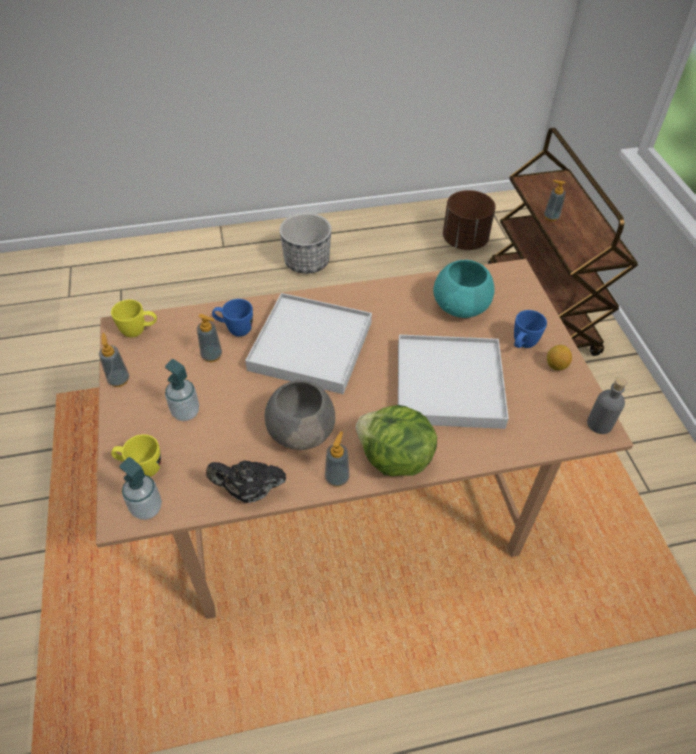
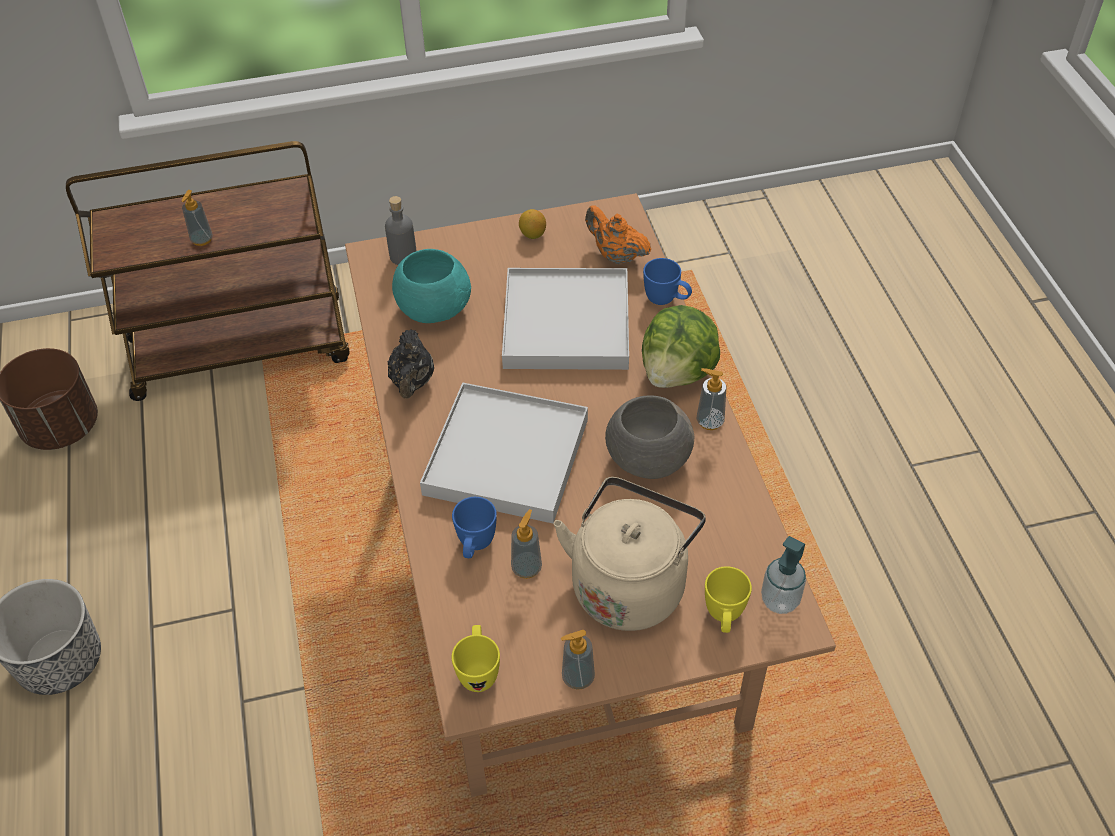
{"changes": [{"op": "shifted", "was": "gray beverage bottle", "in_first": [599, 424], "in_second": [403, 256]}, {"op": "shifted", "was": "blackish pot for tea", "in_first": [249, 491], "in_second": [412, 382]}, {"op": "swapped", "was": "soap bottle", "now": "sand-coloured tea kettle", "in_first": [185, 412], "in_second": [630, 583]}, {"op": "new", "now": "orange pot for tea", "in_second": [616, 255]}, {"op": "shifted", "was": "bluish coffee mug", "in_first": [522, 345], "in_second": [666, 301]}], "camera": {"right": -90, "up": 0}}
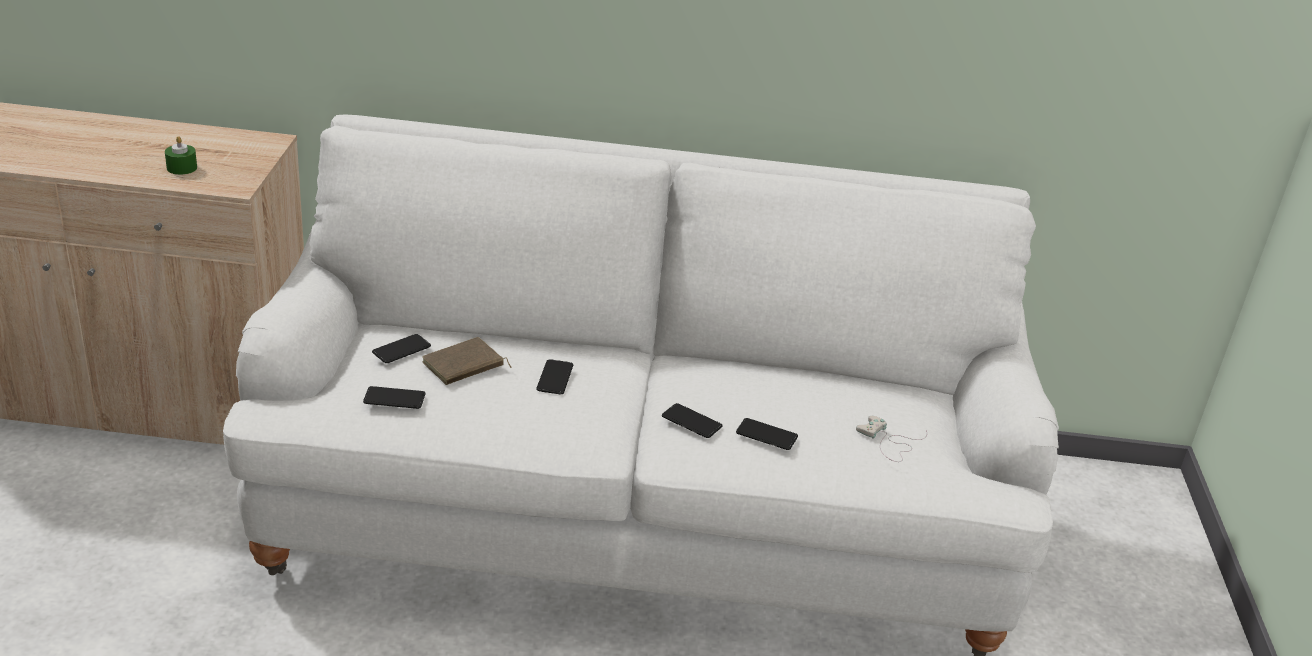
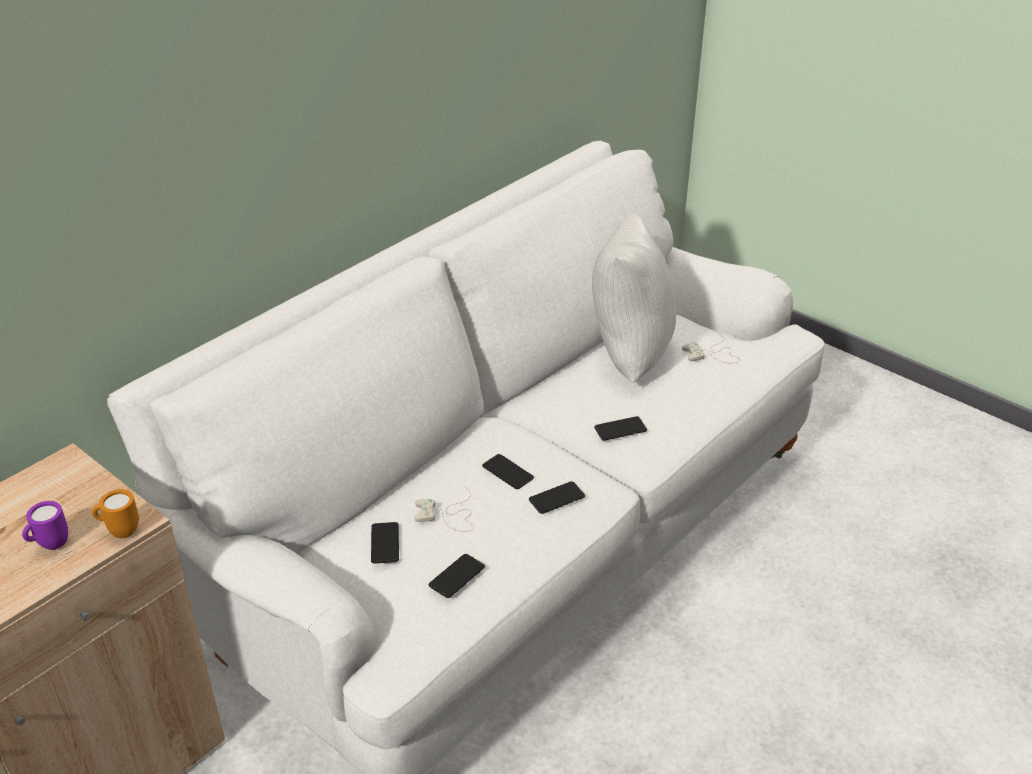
{"changes": [{"op": "swapped", "was": "green-coloured wax light", "now": "purplish coffee mug", "in_first": [182, 168], "in_second": [49, 545]}, {"op": "new", "now": "orange coffee mug", "in_second": [120, 531]}, {"op": "swapped", "was": "brown volume", "now": "white-coloured joypad", "in_first": [464, 366], "in_second": [448, 515]}, {"op": "shifted", "was": "handset", "in_first": [766, 435], "in_second": [556, 498]}, {"op": "new", "now": "white-coloured cushion", "in_second": [627, 354]}], "camera": {"right": -50, "up": 5}}
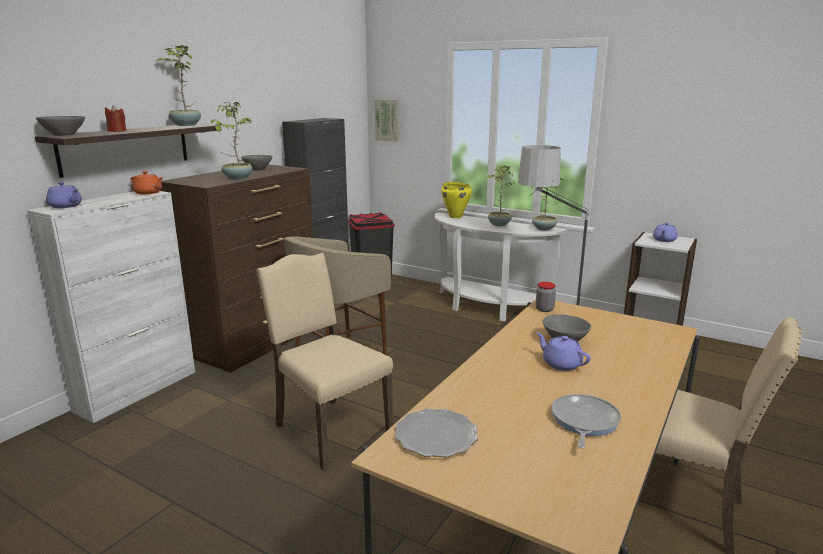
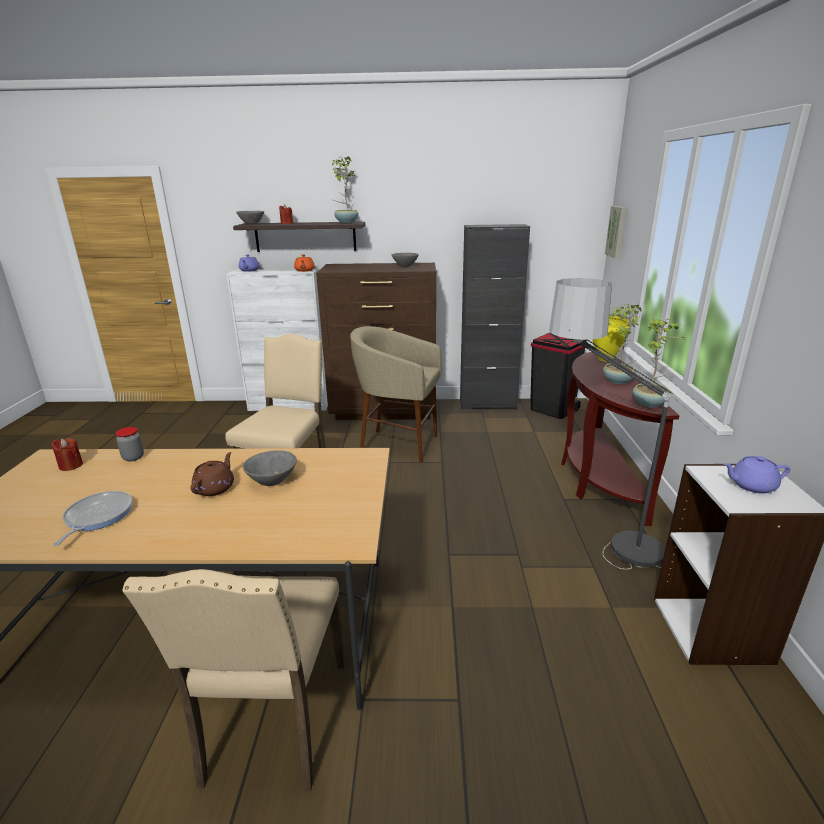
{"changes": [{"op": "swapped", "was": "plate", "now": "red-coloured wax light", "in_first": [436, 436], "in_second": [71, 465]}, {"op": "rotated", "was": "skillet", "in_first": [583, 421], "in_second": [97, 517], "clockwise": -75}, {"op": "shifted", "was": "storage jar", "in_first": [544, 309], "in_second": [133, 457]}, {"op": "repainted", "was": "purplish pot for tea", "now": "brown pot for tea", "in_first": [561, 364], "in_second": [215, 488]}, {"op": "repainted", "was": "white-coloured narrow table", "now": "brown narrow table", "in_first": [487, 308], "in_second": [597, 479]}, {"op": "gone", "was": "houseplant", "in_first": [237, 178]}], "camera": {"right": 60, "up": 5}}
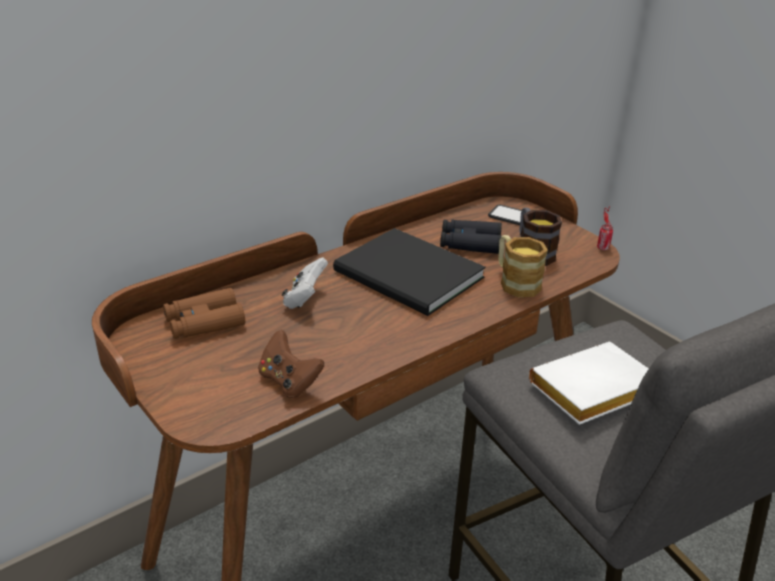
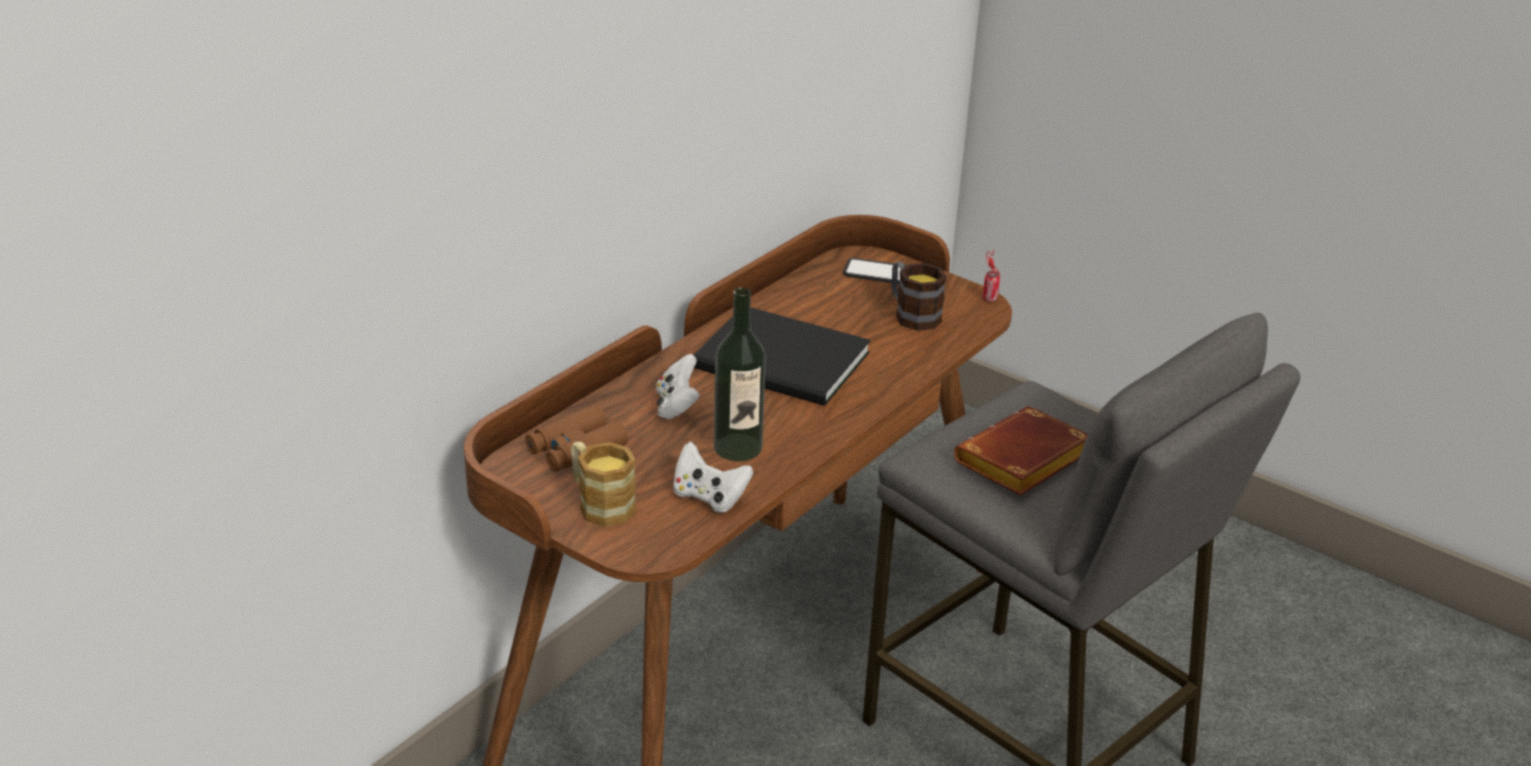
{"changes": [{"op": "shifted", "was": "coffee mug", "in_first": [515, 282], "in_second": [600, 503]}, {"op": "repainted", "was": "brown joypad", "now": "white-coloured joypad", "in_first": [289, 381], "in_second": [709, 497]}, {"op": "new", "now": "beverage bottle", "in_second": [738, 447]}, {"op": "repainted", "was": "white-coloured volume", "now": "brown volume", "in_first": [592, 393], "in_second": [1022, 463]}, {"op": "gone", "was": "blackish field glasses", "in_first": [470, 243]}], "camera": {"right": -15, "up": 0}}
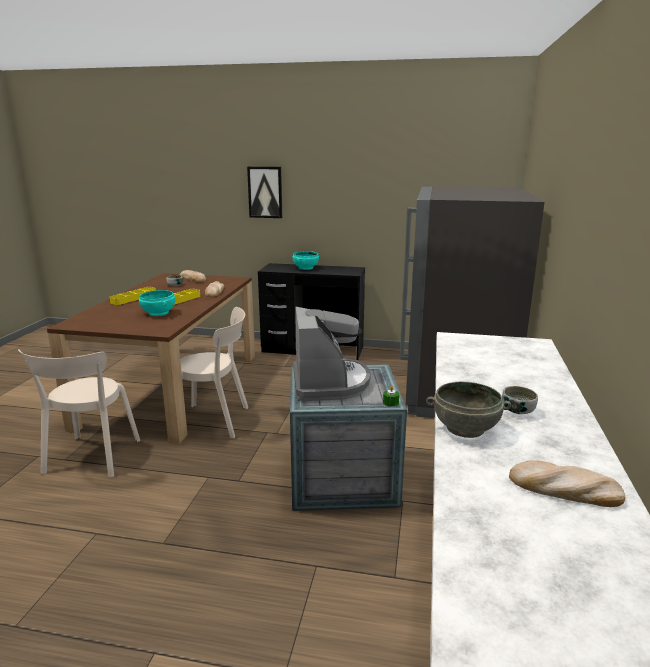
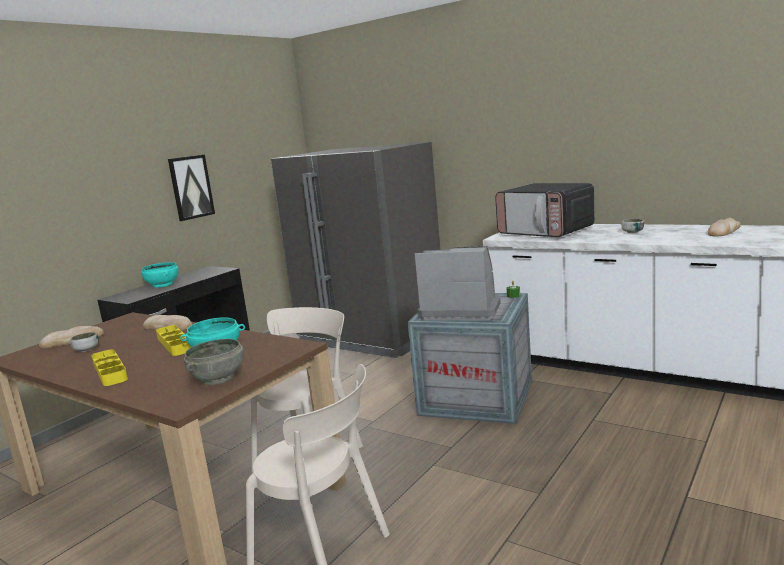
{"changes": [{"op": "shifted", "was": "wall art", "in_first": [265, 192], "in_second": [191, 187]}, {"op": "shifted", "was": "gray serving bowl", "in_first": [465, 429], "in_second": [218, 378]}, {"op": "new", "now": "microwave oven", "in_second": [546, 231]}], "camera": {"right": -65, "up": -5}}
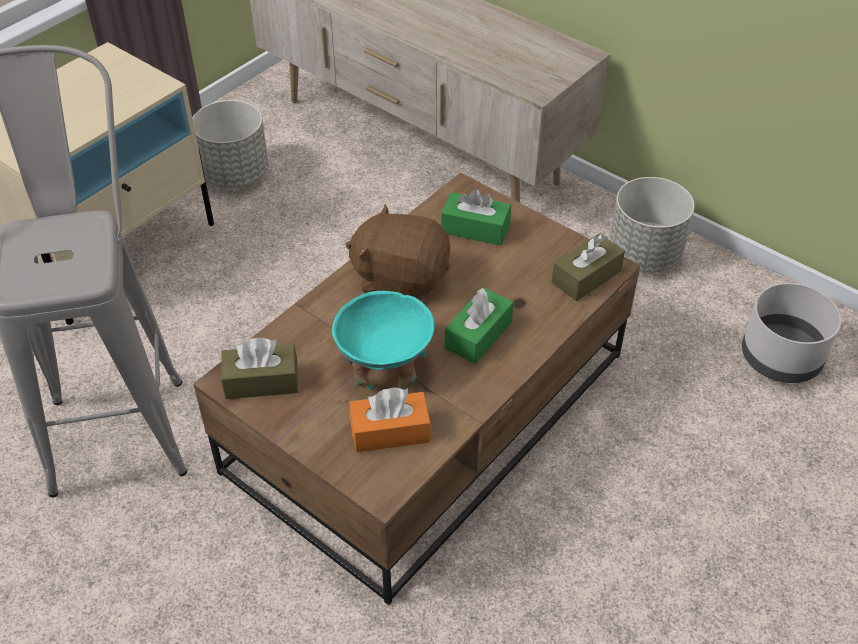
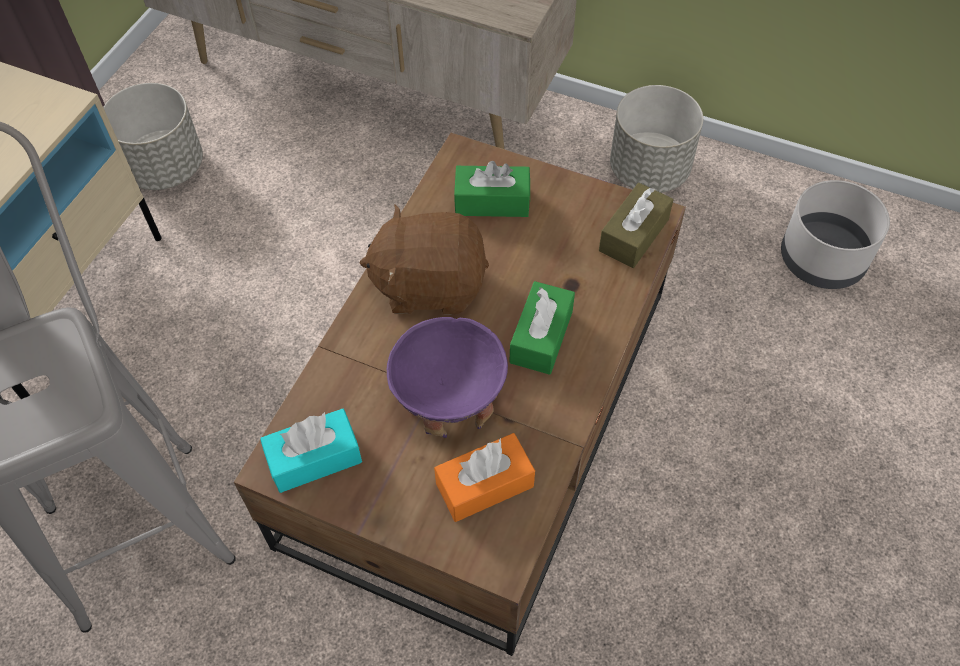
{"changes": [{"op": "repainted", "was": "brown box of tissues", "now": "blue-green box of tissues", "in_first": [261, 381], "in_second": [314, 458]}, {"op": "repainted", "was": "blue-green serving bowl", "now": "purplish serving bowl", "in_first": [385, 364], "in_second": [449, 400]}], "camera": {"right": -15, "up": 10}}
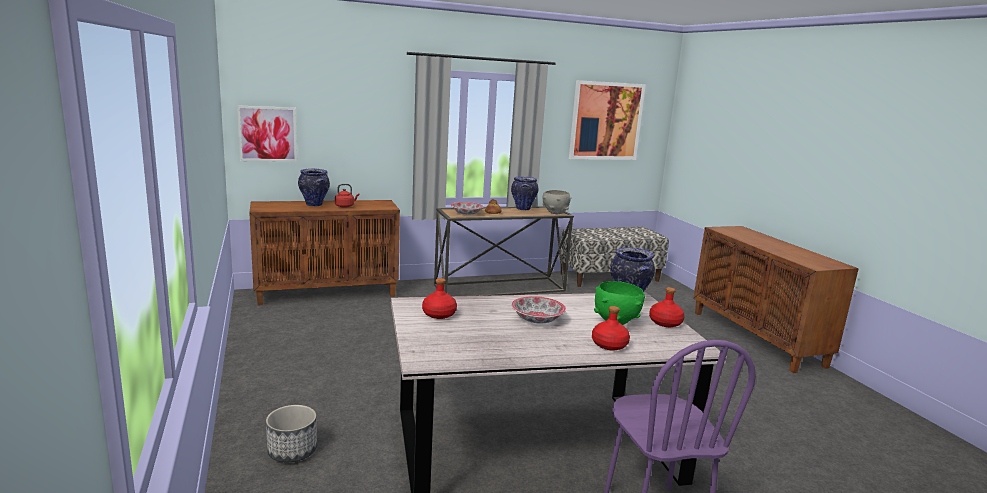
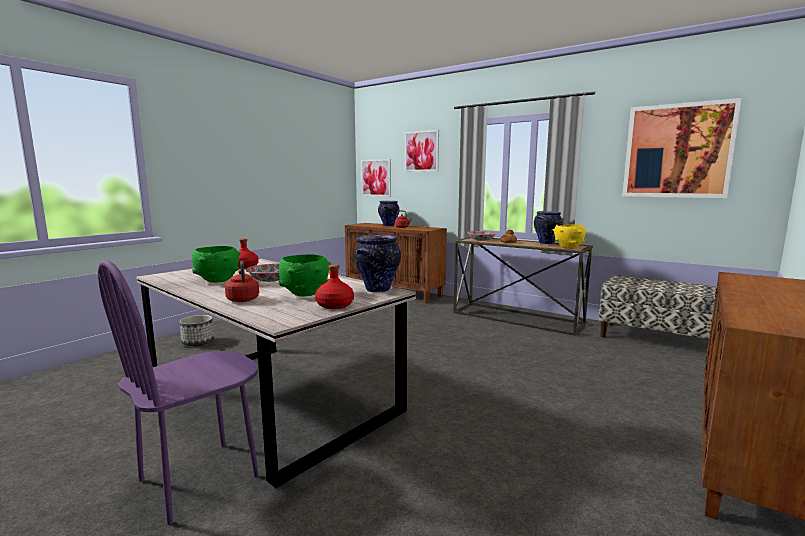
{"changes": [{"op": "new", "now": "green-coloured serving bowl", "in_second": [217, 281]}, {"op": "swapped", "was": "red-coloured beverage bottle", "now": "red-coloured tea kettle", "in_first": [609, 345], "in_second": [243, 299]}, {"op": "new", "now": "wall art", "in_second": [421, 151]}, {"op": "repainted", "was": "gray serving bowl", "now": "yellow-coloured serving bowl", "in_first": [555, 213], "in_second": [568, 248]}], "camera": {"right": 55, "up": -5}}
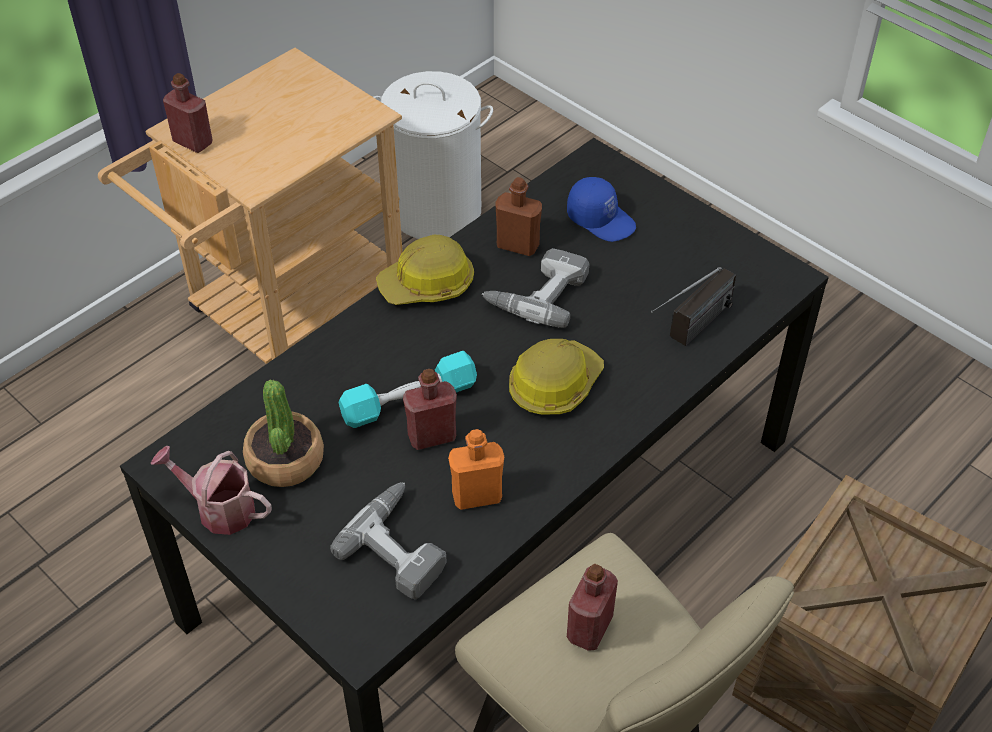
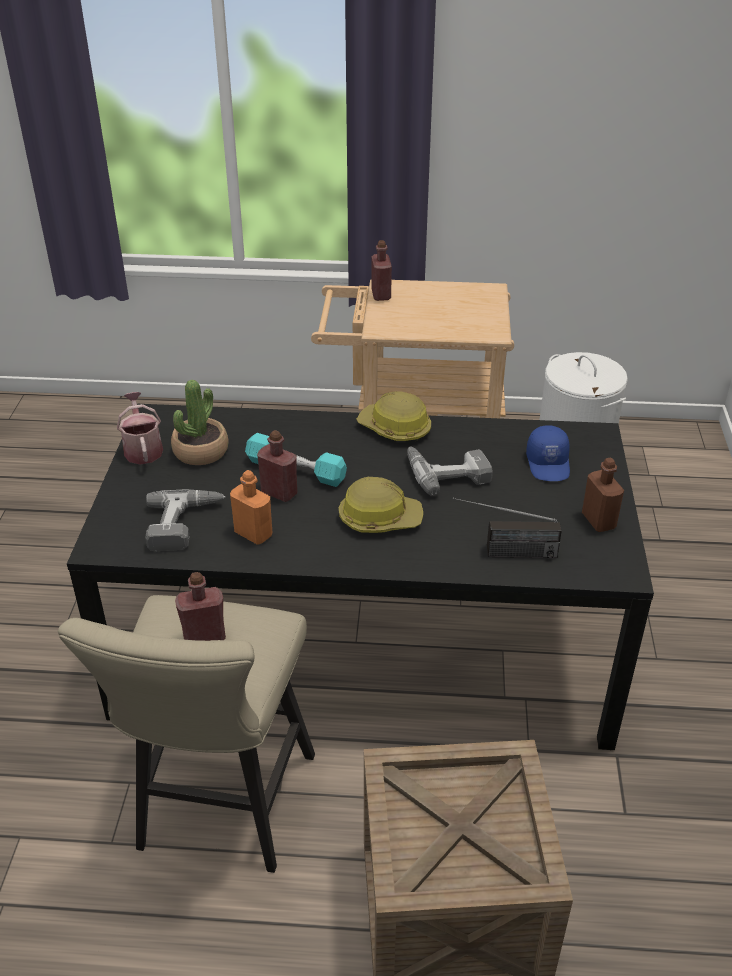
{"changes": [{"op": "shifted", "was": "brown beverage bottle", "in_first": [518, 245], "in_second": [598, 521]}], "camera": {"right": 50, "up": -10}}
